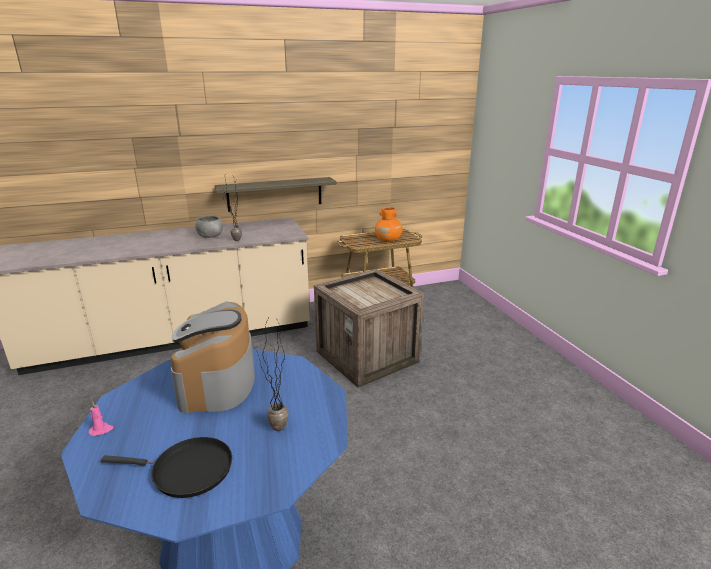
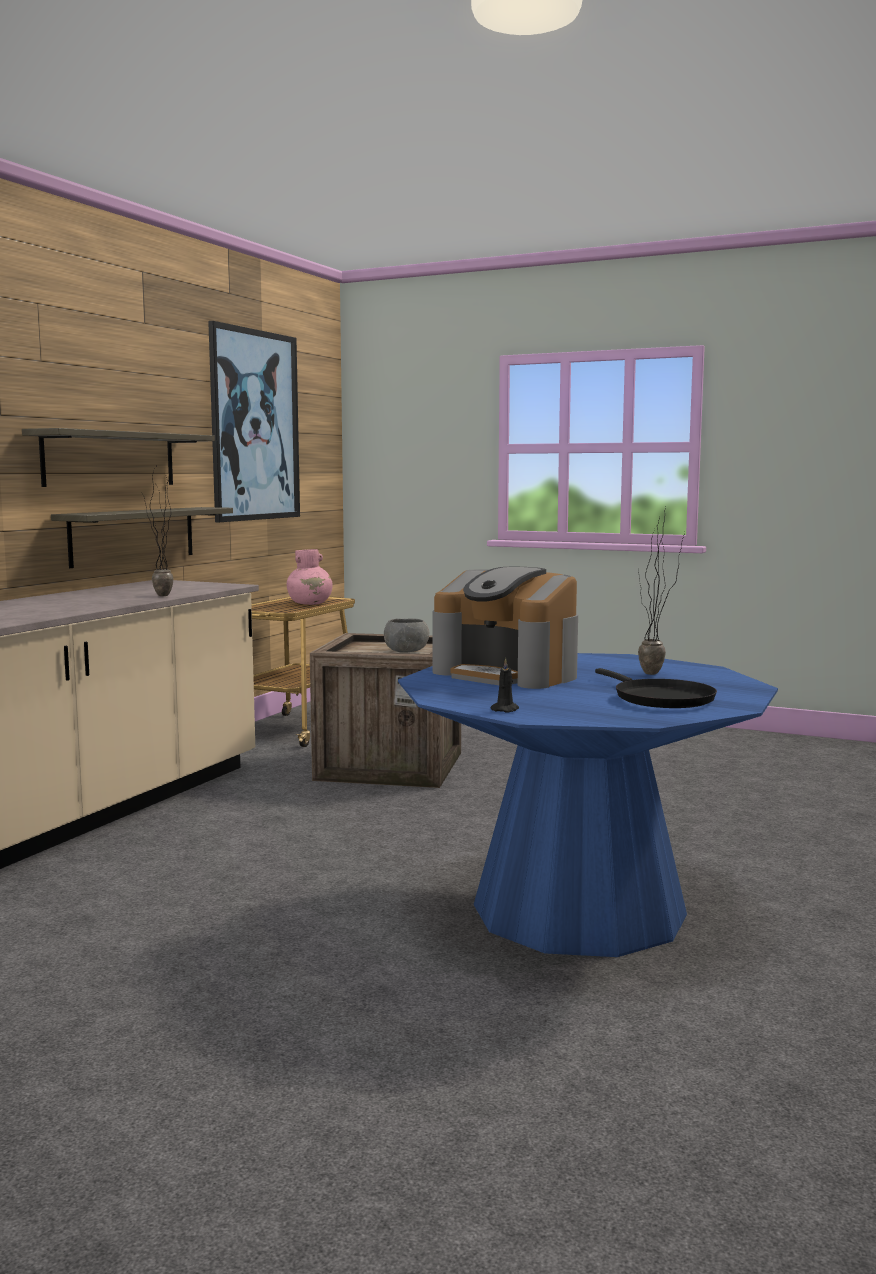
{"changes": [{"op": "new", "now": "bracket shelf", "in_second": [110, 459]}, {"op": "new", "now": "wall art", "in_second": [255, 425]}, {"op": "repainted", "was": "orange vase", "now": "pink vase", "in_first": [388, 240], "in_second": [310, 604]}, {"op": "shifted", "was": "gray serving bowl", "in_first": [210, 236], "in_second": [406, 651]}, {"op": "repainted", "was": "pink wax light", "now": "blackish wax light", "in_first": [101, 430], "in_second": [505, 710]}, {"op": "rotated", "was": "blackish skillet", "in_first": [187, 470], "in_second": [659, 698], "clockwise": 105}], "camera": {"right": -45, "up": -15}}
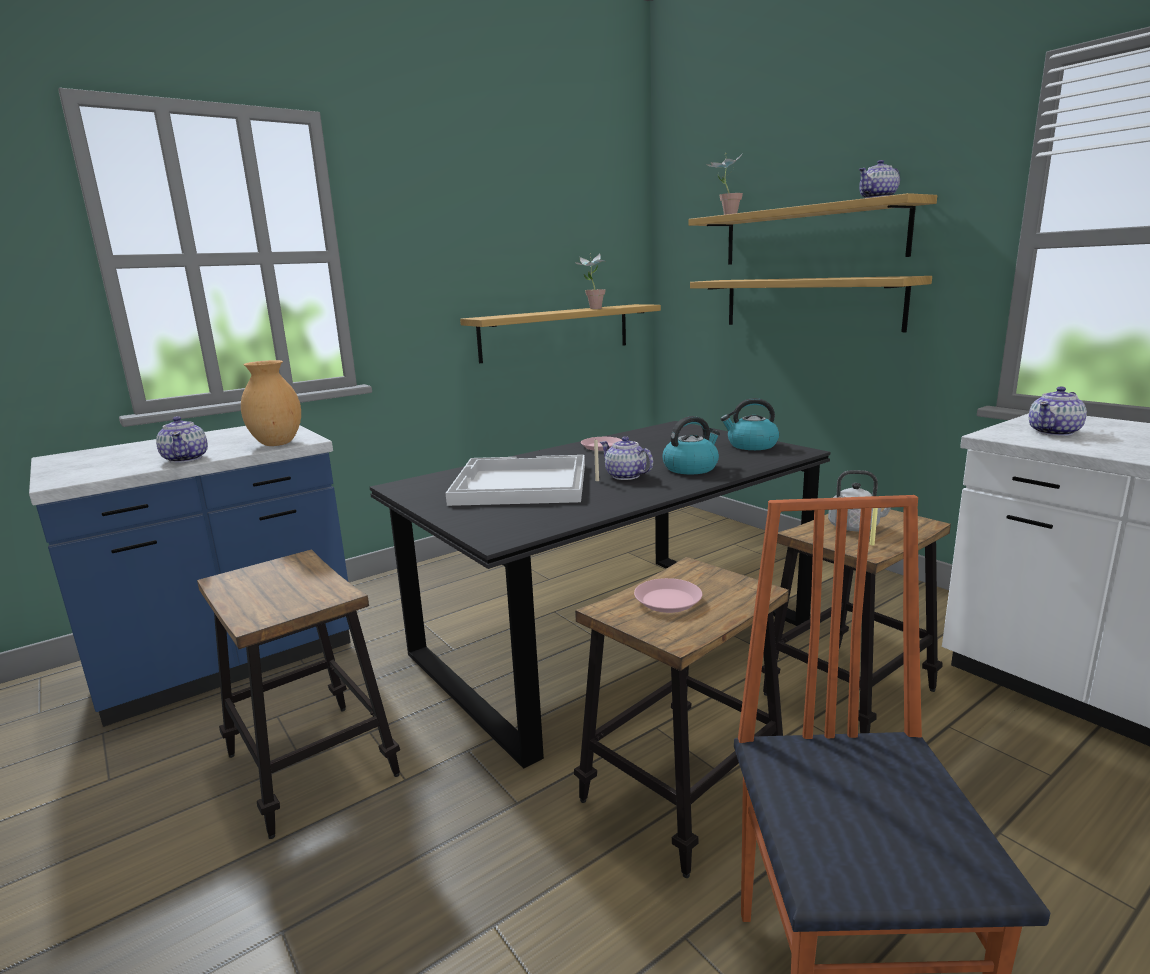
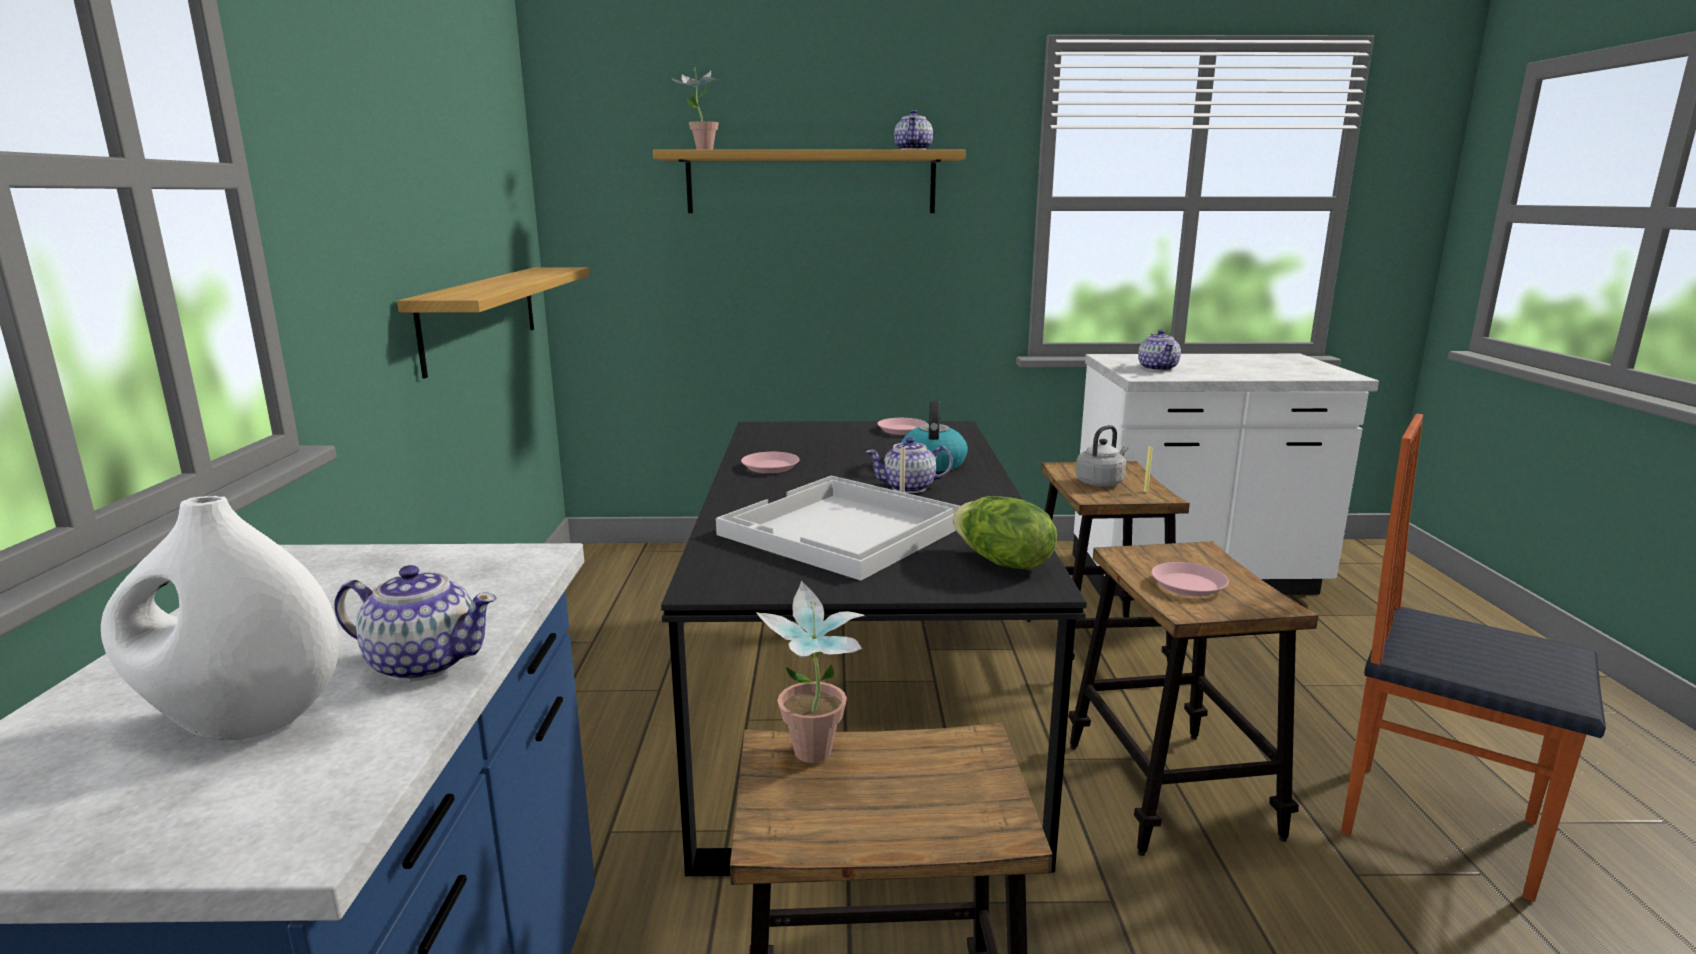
{"changes": [{"op": "new", "now": "white-coloured vase", "in_second": [239, 722]}, {"op": "shifted", "was": "houseplant", "in_first": [592, 308], "in_second": [815, 760]}, {"op": "swapped", "was": "tea kettle", "now": "pink plate", "in_first": [751, 445], "in_second": [902, 430]}, {"op": "new", "now": "head of lettuce", "in_second": [1002, 562]}, {"op": "gone", "was": "brown vase", "in_first": [276, 444]}, {"op": "gone", "was": "bracket shelf", "in_first": [809, 303]}], "camera": {"right": -55, "up": 0}}
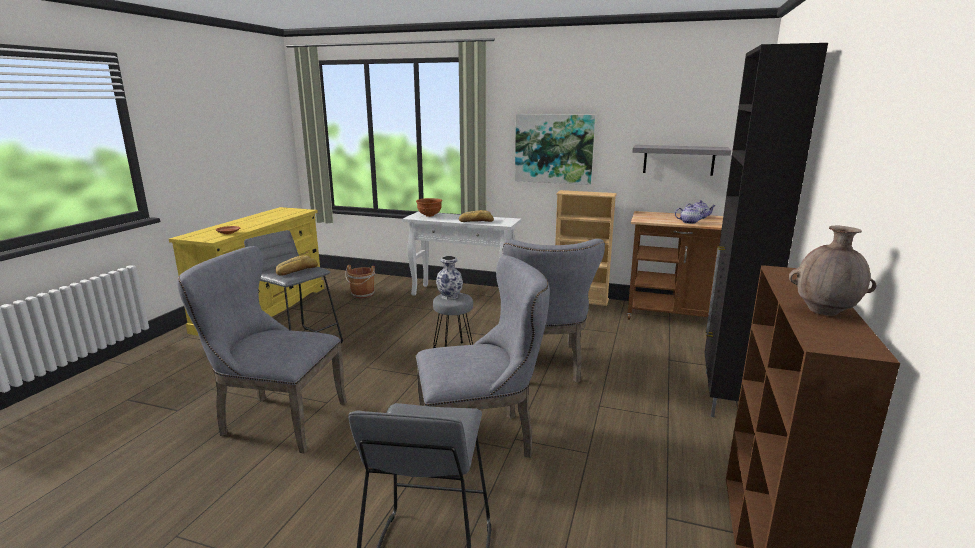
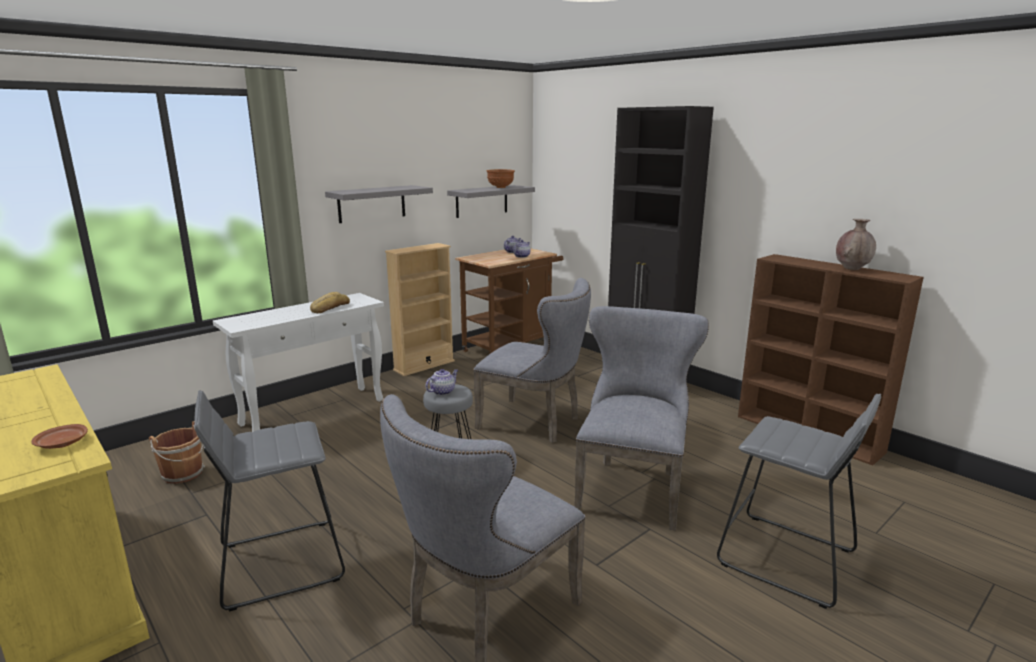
{"changes": [{"op": "swapped", "was": "wall art", "now": "gray bracket shelf", "in_first": [554, 149], "in_second": [372, 204]}, {"op": "swapped", "was": "vase", "now": "pot for tea", "in_first": [450, 296], "in_second": [443, 391]}, {"op": "shifted", "was": "brown serving bowl", "in_first": [429, 215], "in_second": [500, 187]}, {"op": "gone", "was": "baked bread", "in_first": [296, 270]}], "camera": {"right": -60, "up": 0}}
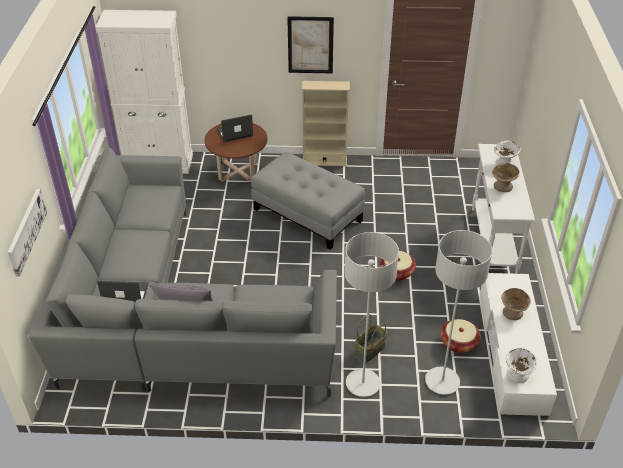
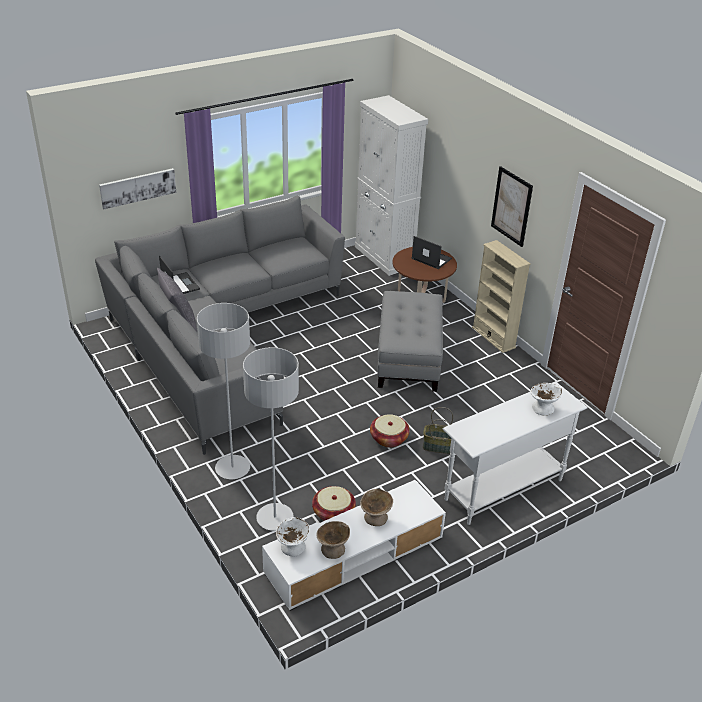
{"changes": [{"op": "shifted", "was": "sand-coloured serving bowl", "in_first": [503, 186], "in_second": [333, 549]}, {"op": "shifted", "was": "storage basket", "in_first": [370, 349], "in_second": [439, 446]}], "camera": {"right": 55, "up": -5}}
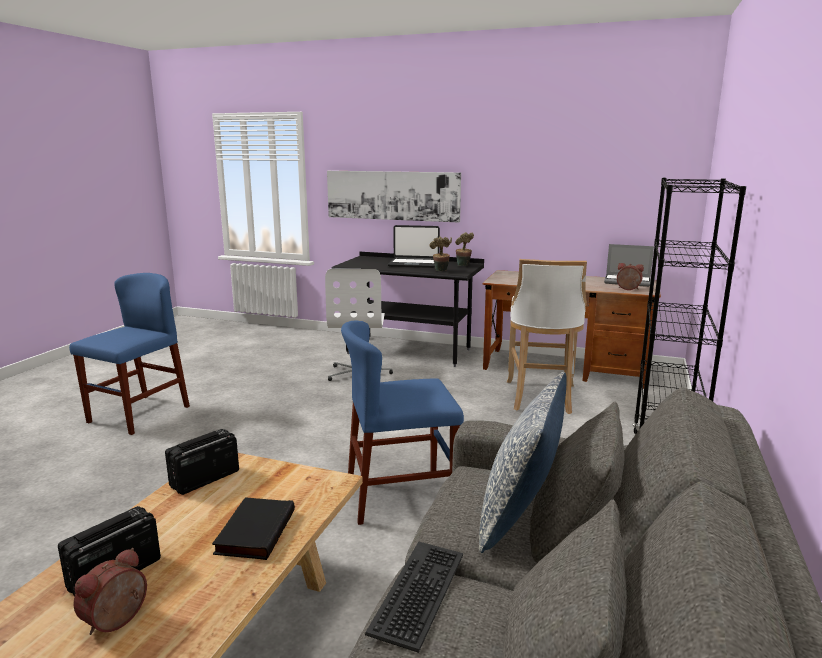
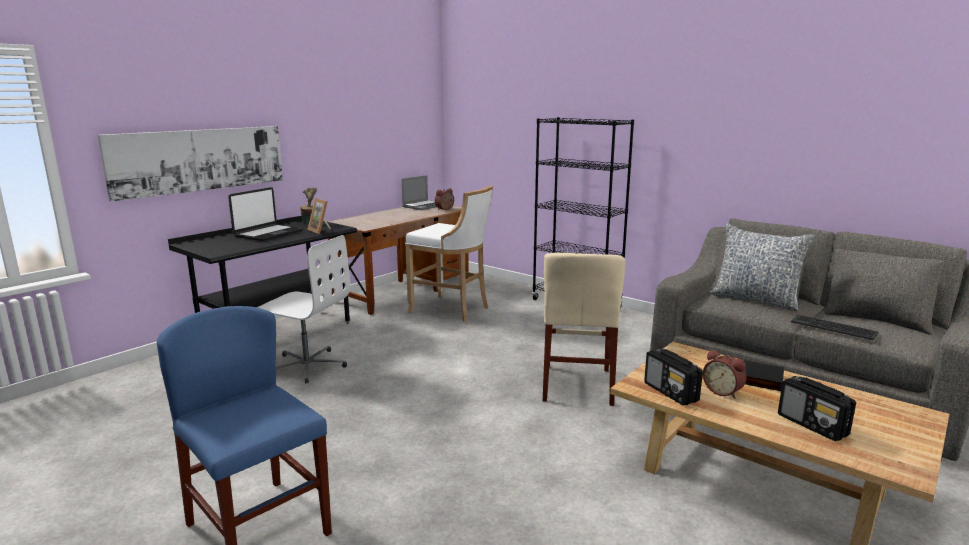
{"changes": [{"op": "swapped", "was": "houseplant", "now": "standing frame", "in_first": [441, 271], "in_second": [321, 231]}, {"op": "repainted", "was": "bluish plain chair", "now": "sand-coloured plain chair", "in_first": [399, 495], "in_second": [577, 384]}, {"op": "shifted", "was": "bedside clock", "in_first": [118, 621], "in_second": [723, 391]}], "camera": {"right": -70, "up": 0}}
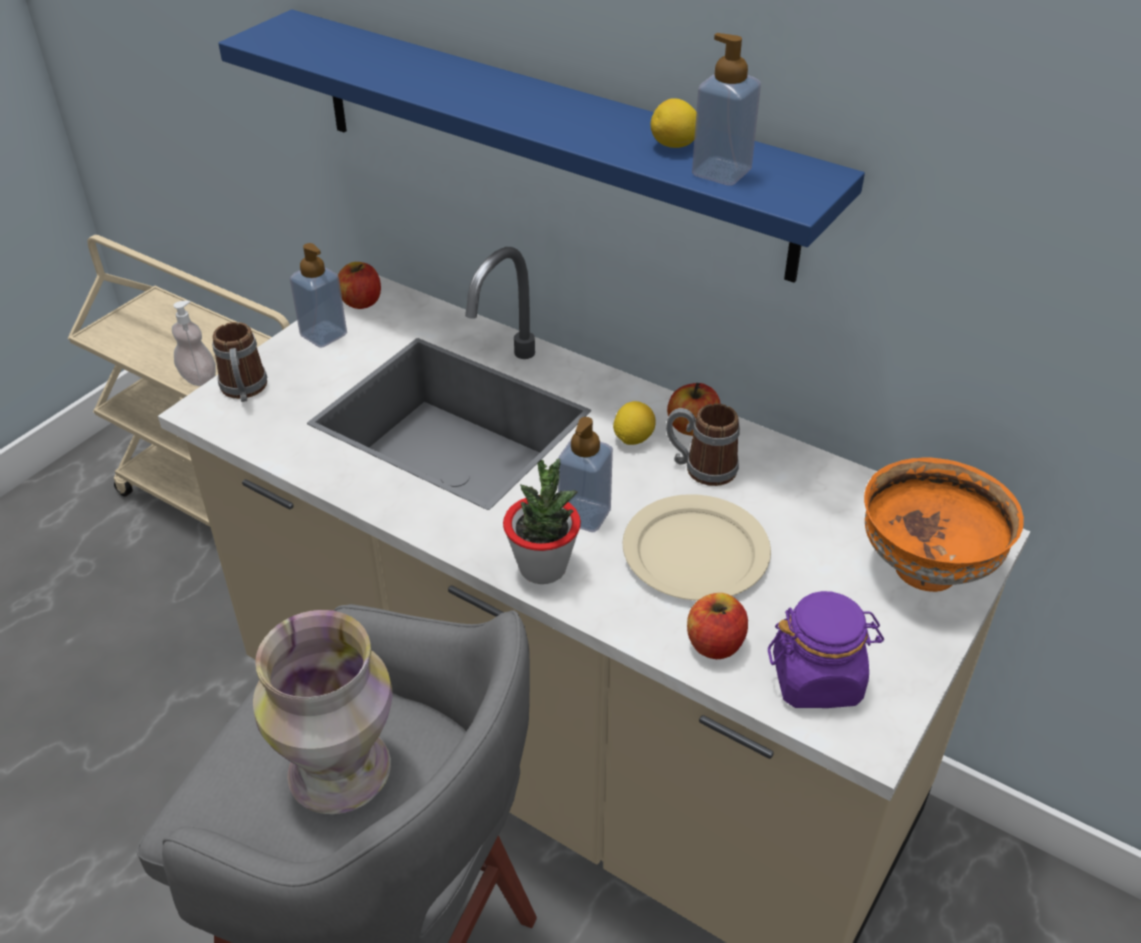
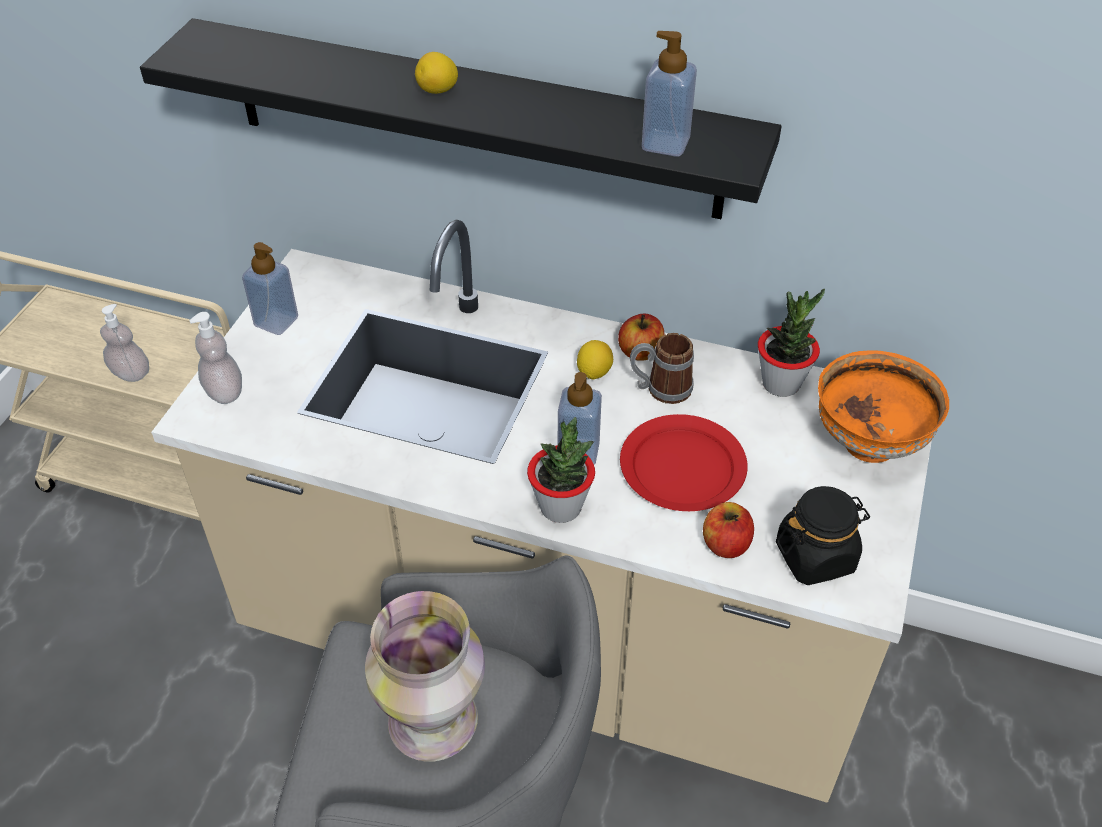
{"changes": [{"op": "repainted", "was": "bluish bracket shelf", "now": "blackish bracket shelf", "in_first": [545, 141], "in_second": [472, 119]}, {"op": "swapped", "was": "coffee mug", "now": "soap bottle", "in_first": [244, 391], "in_second": [224, 392]}, {"op": "shifted", "was": "whole lemon", "in_first": [674, 146], "in_second": [438, 91]}, {"op": "repainted", "was": "sand-coloured plate", "now": "red-coloured plate", "in_first": [694, 552], "in_second": [681, 467]}, {"op": "new", "now": "houseplant", "in_second": [781, 383]}, {"op": "repainted", "was": "purplish storage jar", "now": "blackish storage jar", "in_first": [817, 679], "in_second": [815, 556]}, {"op": "gone", "was": "apple fruit", "in_first": [361, 302]}], "camera": {"right": -15, "up": 5}}
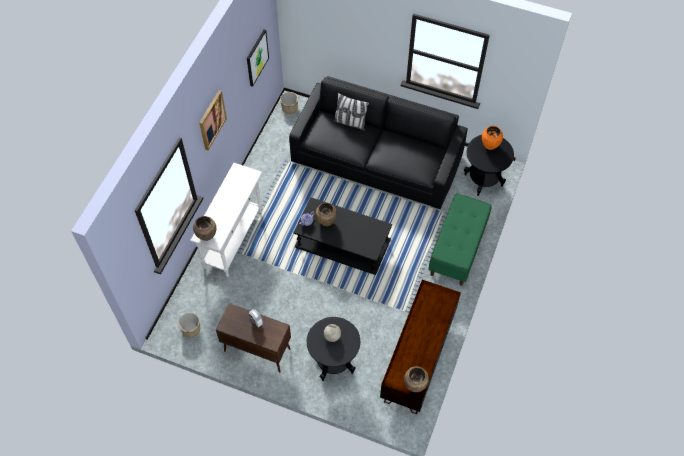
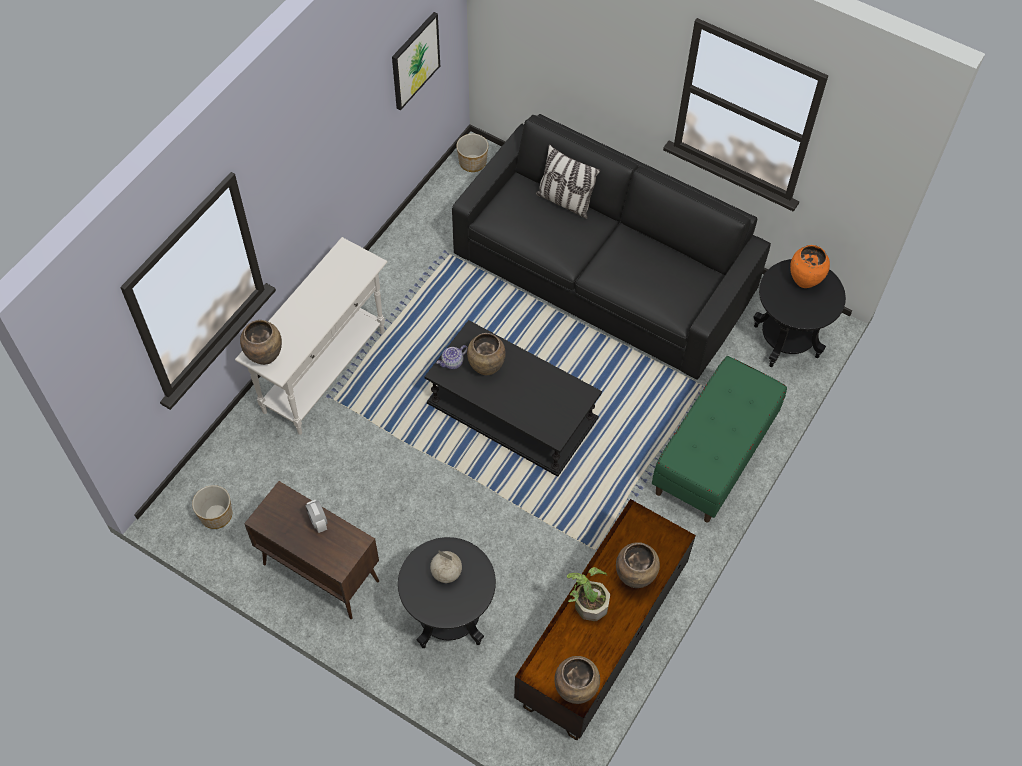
{"changes": [{"op": "new", "now": "houseplant", "in_second": [588, 601]}, {"op": "new", "now": "brown vase", "in_second": [635, 577]}, {"op": "gone", "was": "wall art", "in_first": [211, 120]}], "camera": {"right": 10, "up": 0}}
